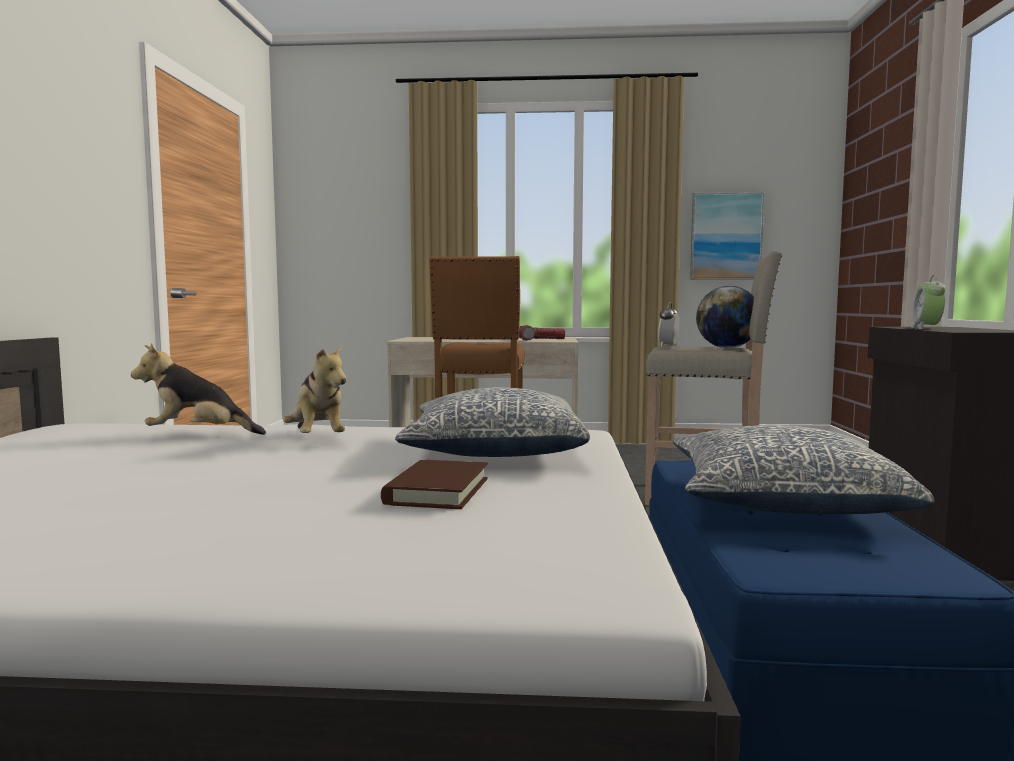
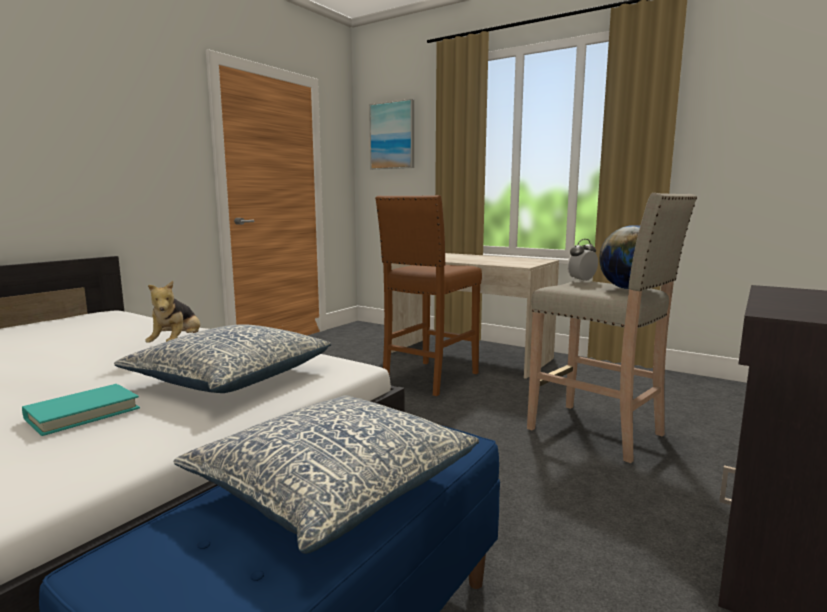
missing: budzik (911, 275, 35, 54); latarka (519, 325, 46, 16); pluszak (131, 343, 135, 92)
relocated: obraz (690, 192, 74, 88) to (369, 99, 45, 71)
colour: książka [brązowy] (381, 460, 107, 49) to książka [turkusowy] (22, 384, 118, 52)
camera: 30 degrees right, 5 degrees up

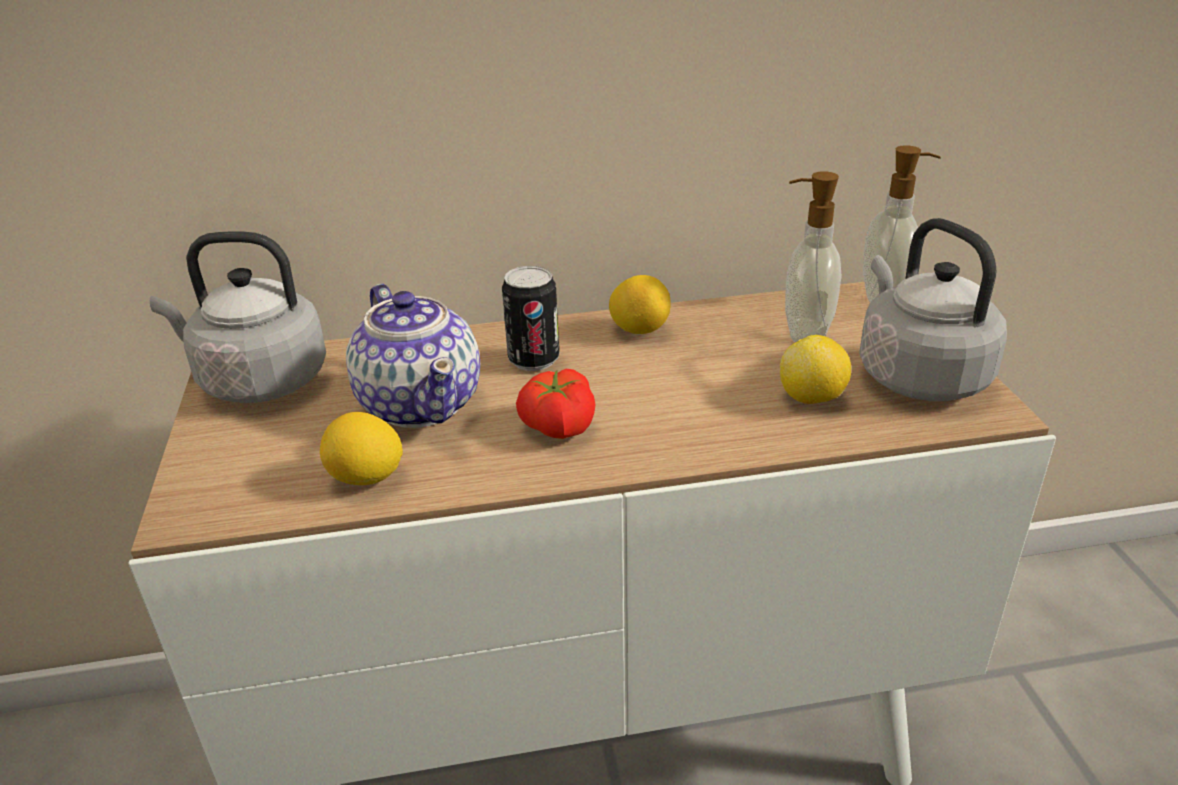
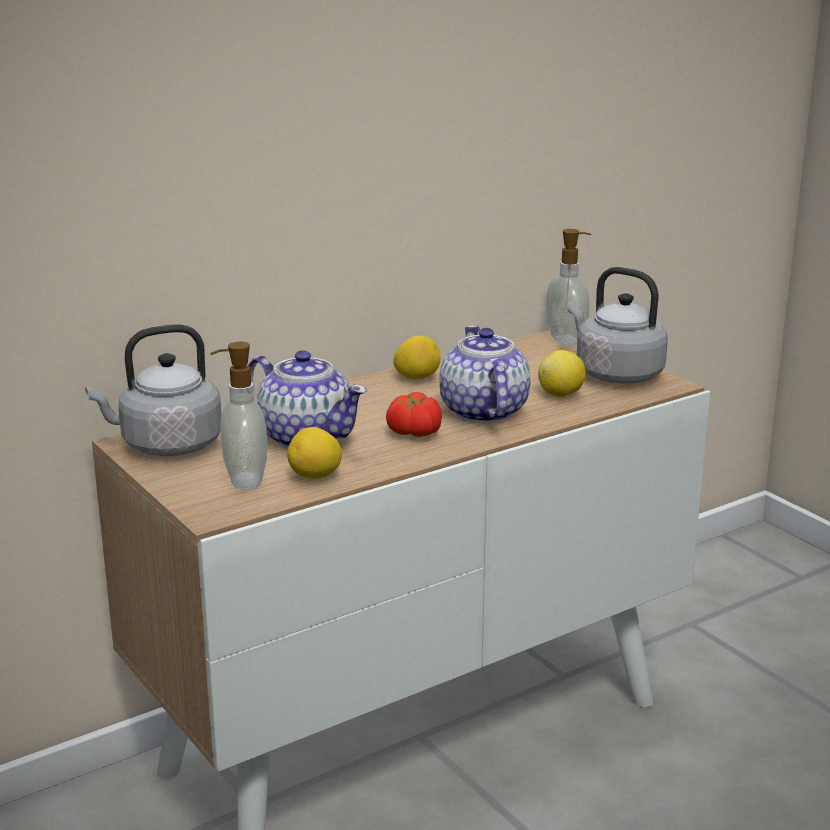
missing: puszka (502, 266, 57, 105)
appeared: imbryk (440, 325, 91, 98)
relocated: dozownik mydła (785, 171, 57, 172) to (210, 342, 57, 148)
camera: 25 degrees left, 10 degrees down

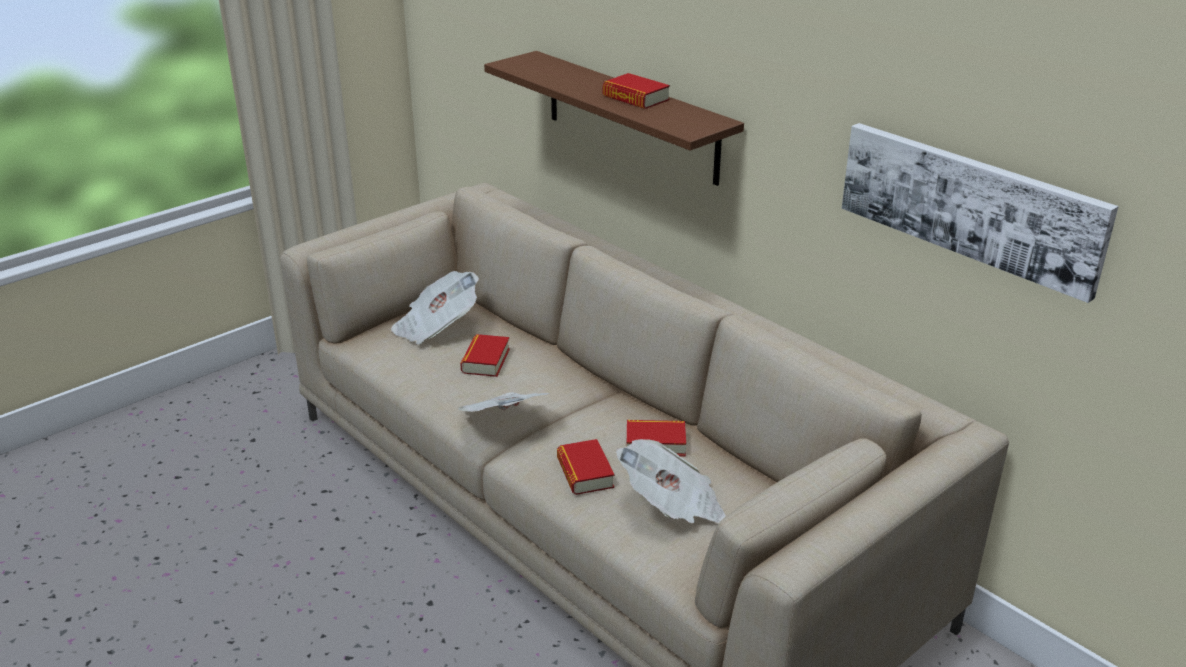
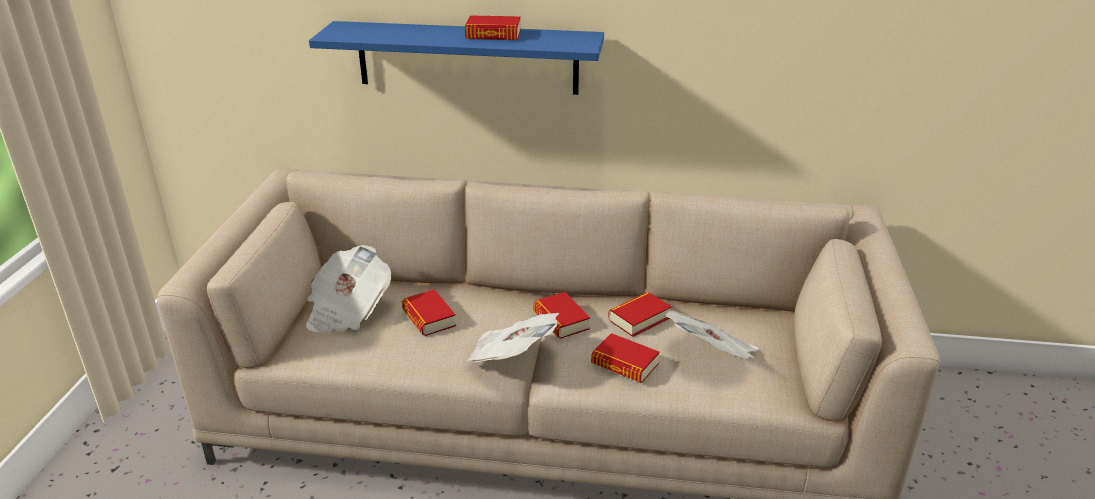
missing: obraz (842, 123, 277, 180)
appeared: książka (533, 292, 57, 47)
colour: półka [brązowy] (484, 51, 260, 135) to półka [niebieski] (309, 21, 295, 74)
camera: 40 degrees left, 0 degrees up

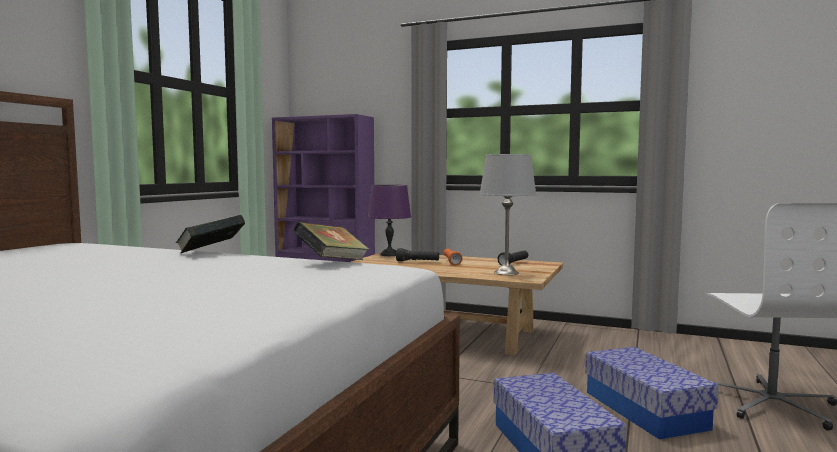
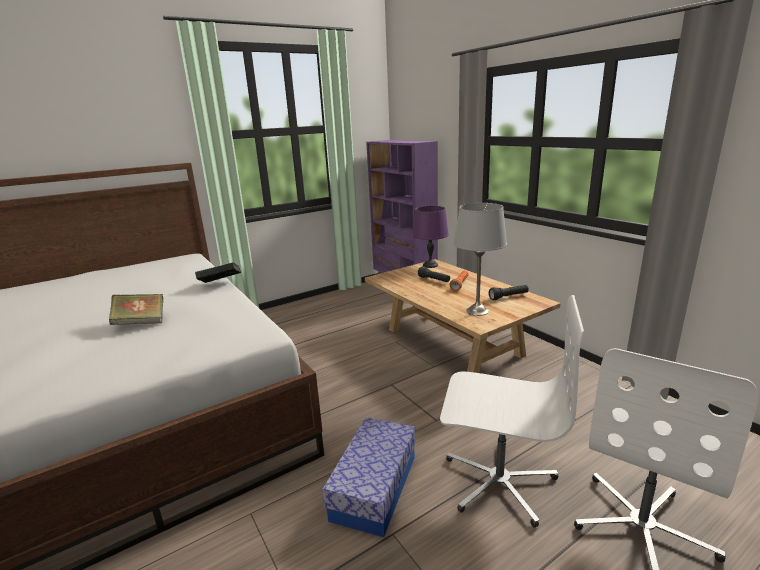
relocated: książka (293, 222, 76, 38) to (109, 294, 54, 31)
exchanged: pojemnik do przechowywania (585, 347, 134, 93) to krzesło biurowe [biały] (440, 295, 144, 233)
camera: 35 degrees right, 15 degrees up

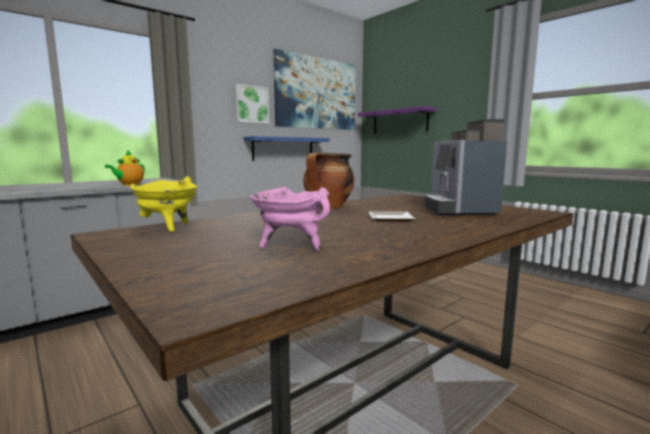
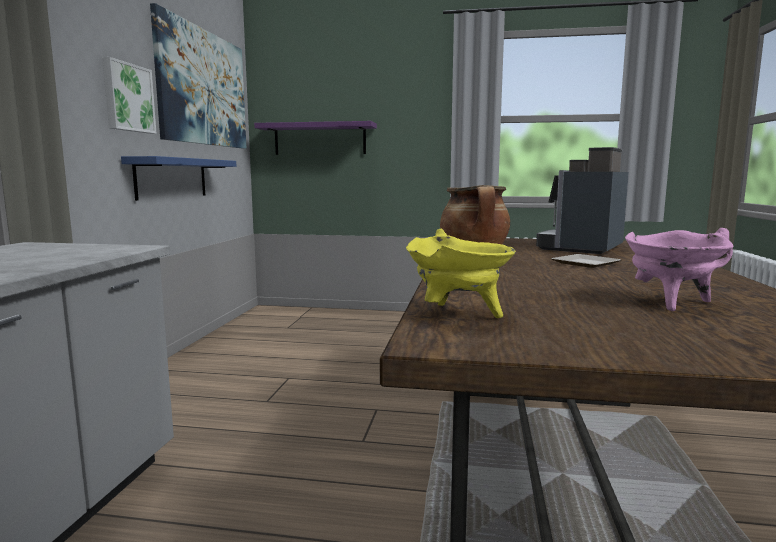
missing: imbryk (105, 150, 40, 36)
spun: ekspres do kawy (424, 119, 83, 96) = (536, 147, 93, 107) 75 degrees clockwise
camera: 40 degrees left, 0 degrees up

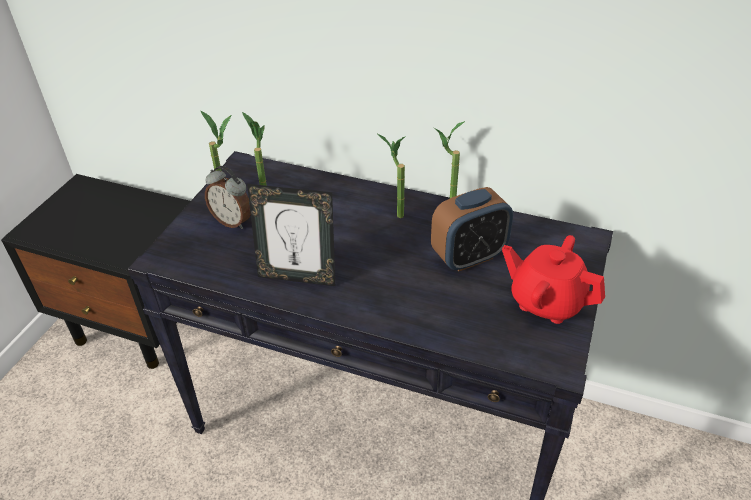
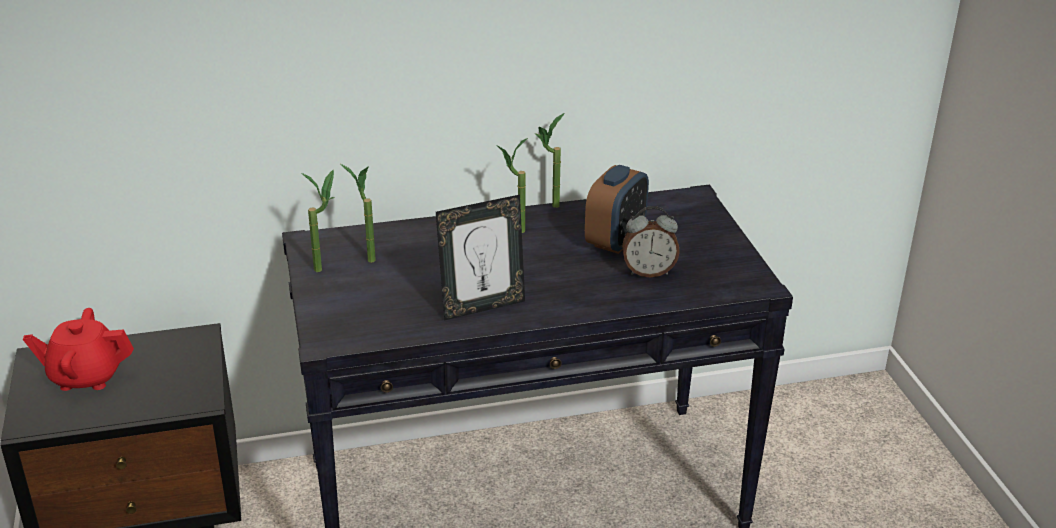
relocated: budzik (205, 166, 46, 63) to (622, 206, 58, 72); imbryk [czerwony] (502, 235, 103, 89) to (23, 308, 111, 83)
camera: 35 degrees left, 10 degrees down

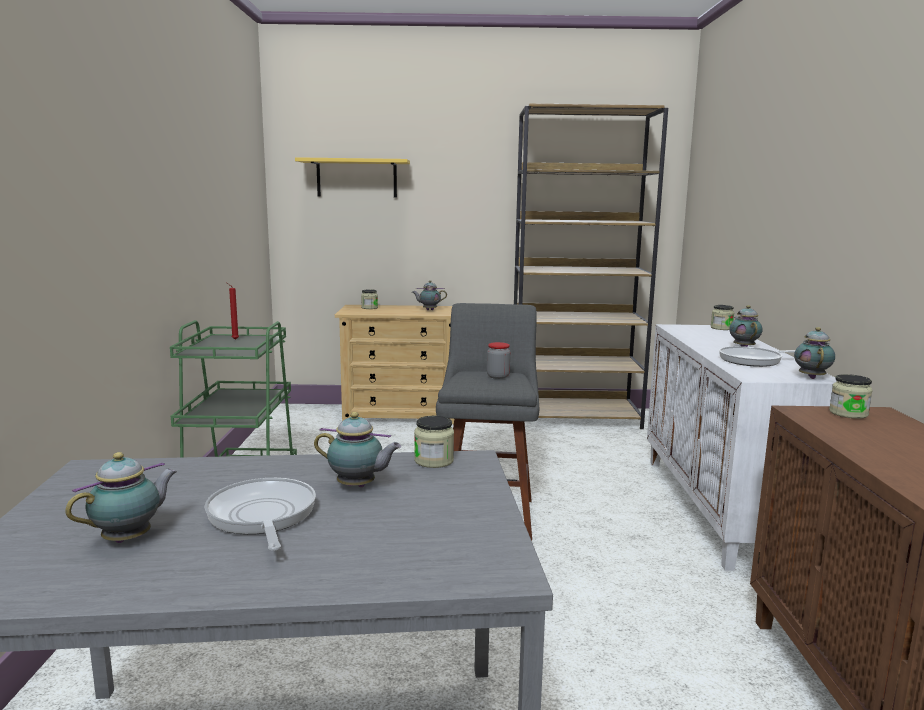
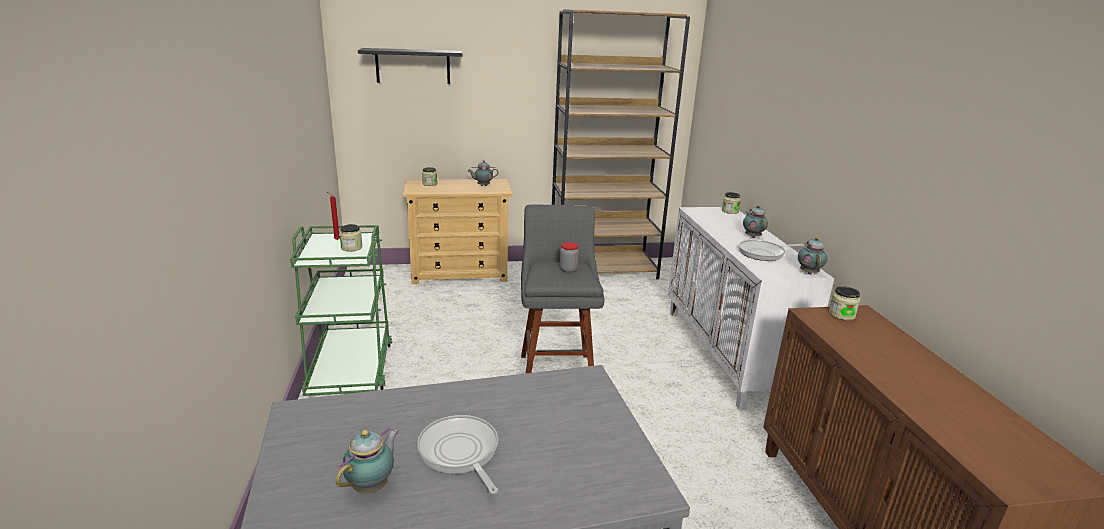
missing: imbryk (314, 412, 87, 75)
relocated: słoik (414, 416, 40, 52) to (339, 224, 23, 27)
colour: półka [żółty] (295, 157, 115, 41) to półka [czarny] (358, 48, 104, 36)
camera: 10 degrees left, 10 degrees up

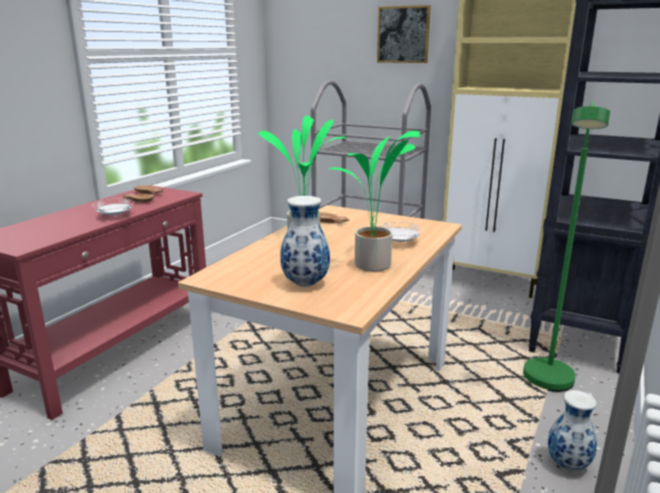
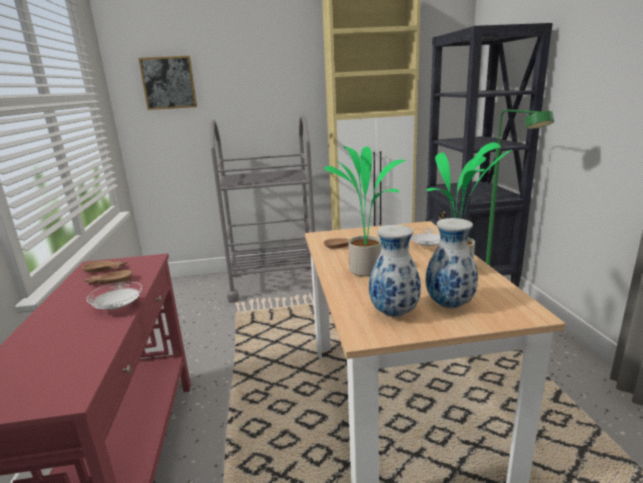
relocated: obraz (377, 5, 54, 58) to (138, 56, 59, 54); wazon (548, 390, 49, 80) to (369, 225, 52, 92)
camera: 35 degrees left, 0 degrees up

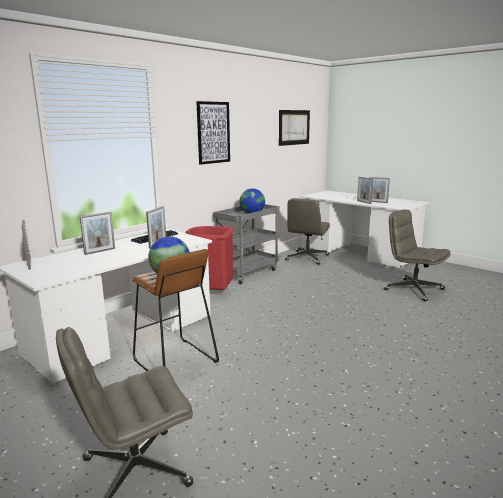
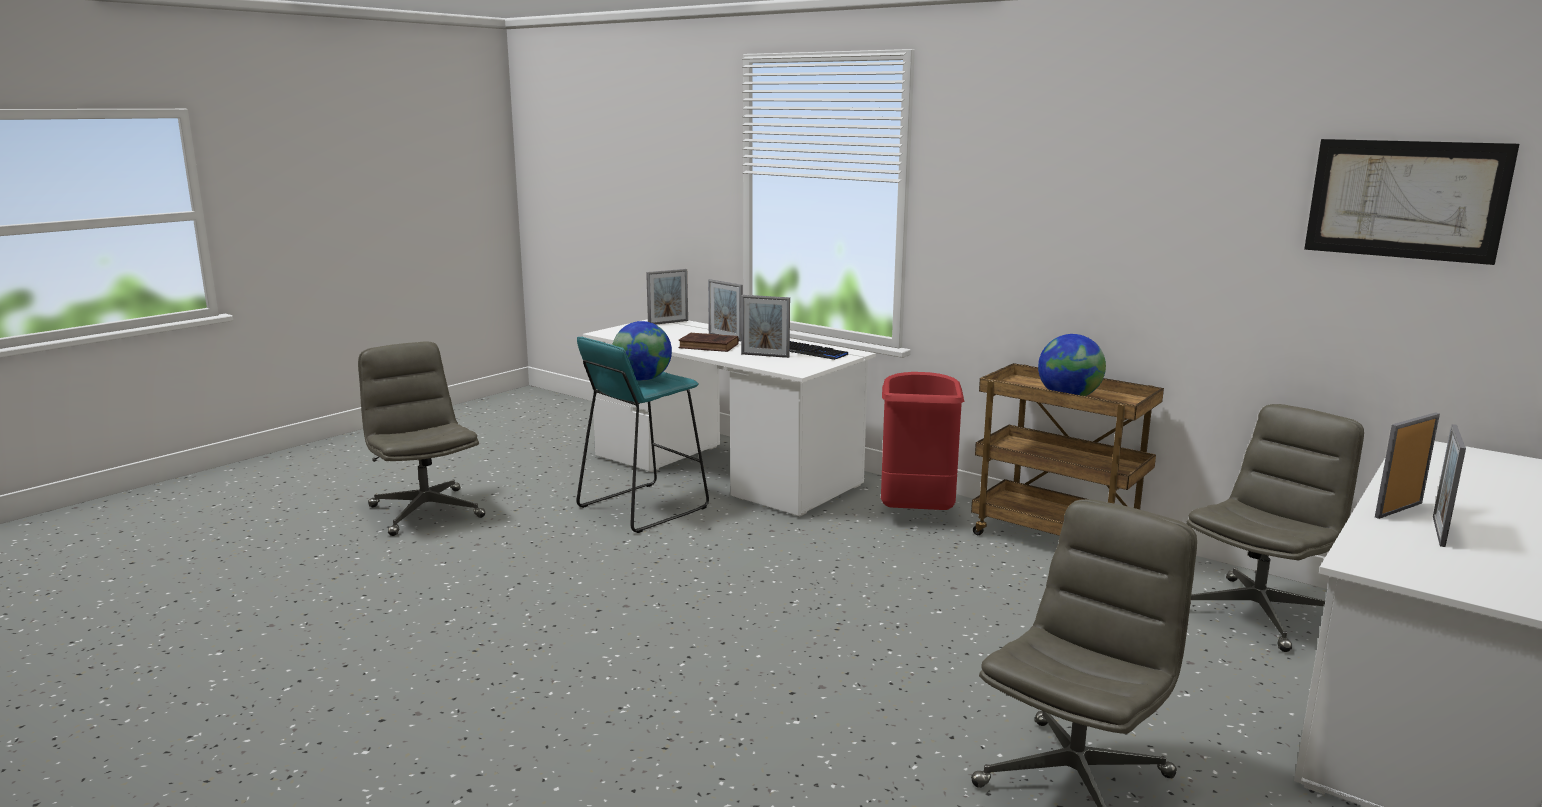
missing: obraz (196, 101, 34, 64)
appeared: książka [brązowy] (679, 333, 60, 19)
colour: wózek [szary] (213, 204, 67, 80) to wózek [brązowy] (971, 363, 193, 173); stołek [brązowy] (132, 249, 87, 122) to stołek [turkusowy] (577, 337, 132, 196)
spun: krzesło biurowe [szary] (285, 198, 45, 67) = (1186, 404, 178, 248) 120 degrees clockwise
camera: 85 degrees right, 0 degrees up

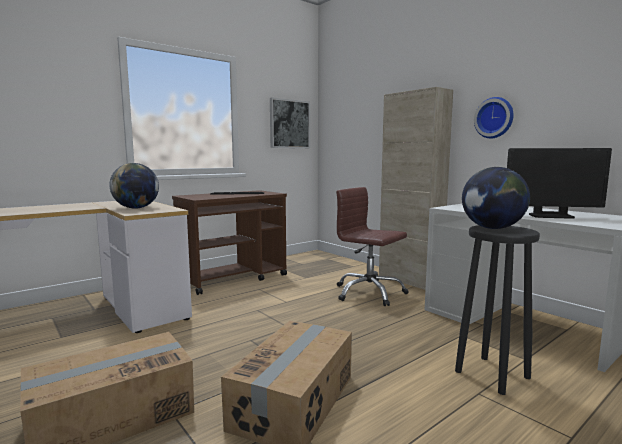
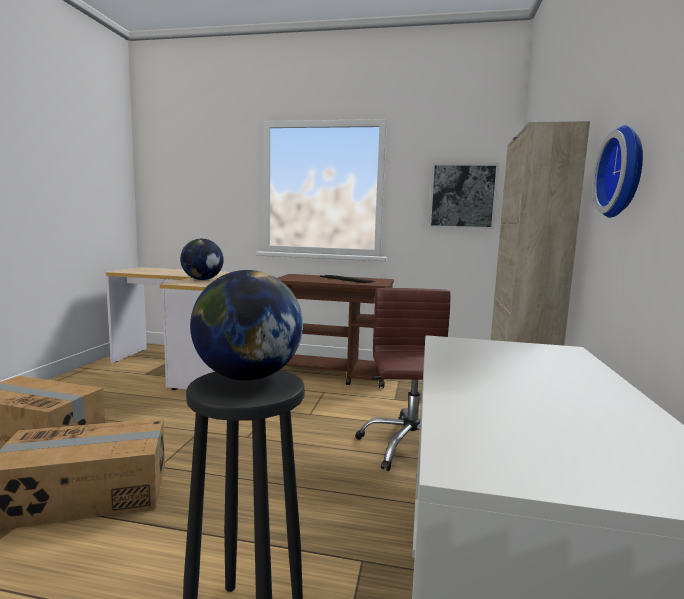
missing: monitor (507, 148, 105, 71)
camera: 50 degrees right, 0 degrees up

